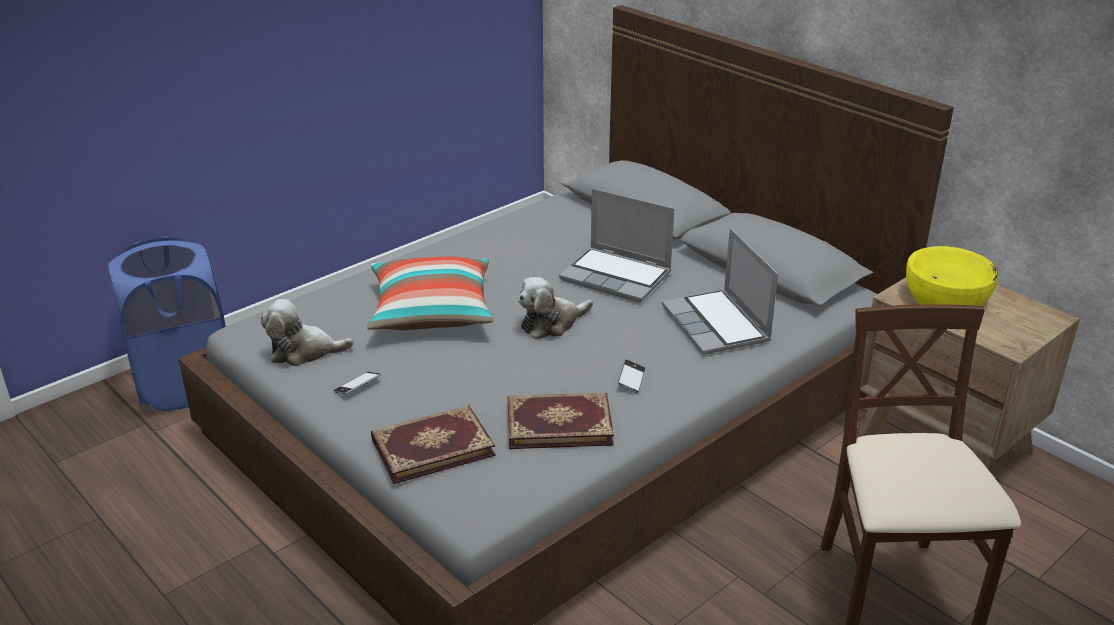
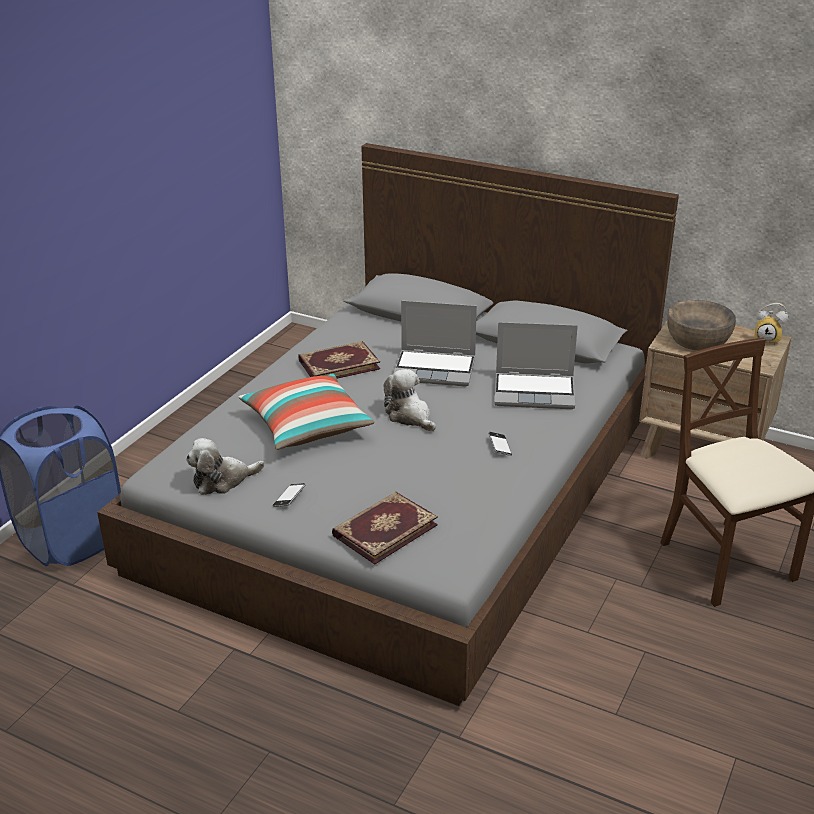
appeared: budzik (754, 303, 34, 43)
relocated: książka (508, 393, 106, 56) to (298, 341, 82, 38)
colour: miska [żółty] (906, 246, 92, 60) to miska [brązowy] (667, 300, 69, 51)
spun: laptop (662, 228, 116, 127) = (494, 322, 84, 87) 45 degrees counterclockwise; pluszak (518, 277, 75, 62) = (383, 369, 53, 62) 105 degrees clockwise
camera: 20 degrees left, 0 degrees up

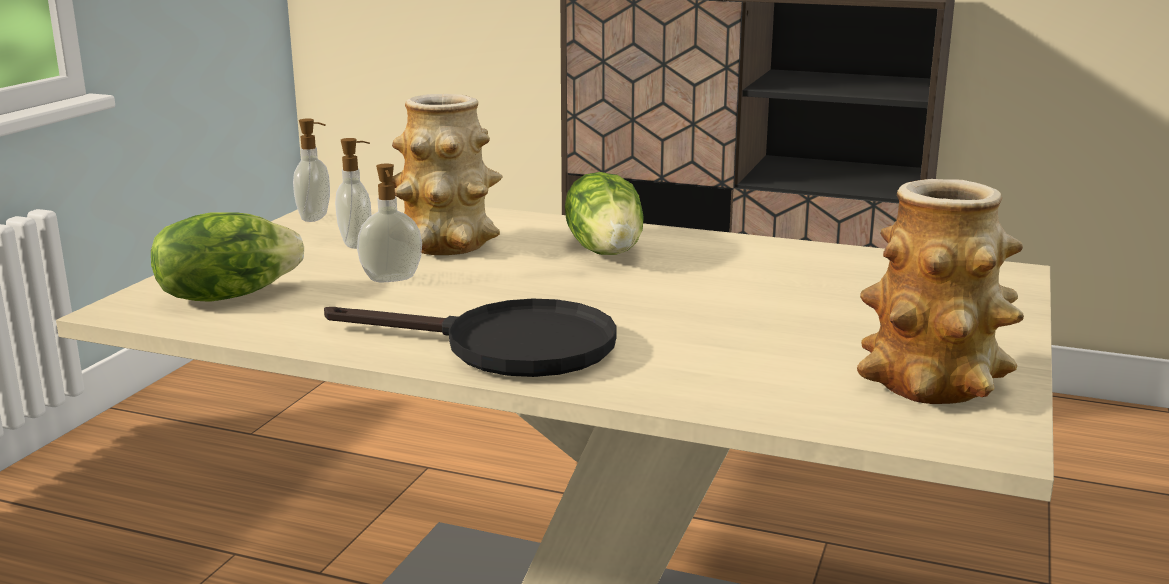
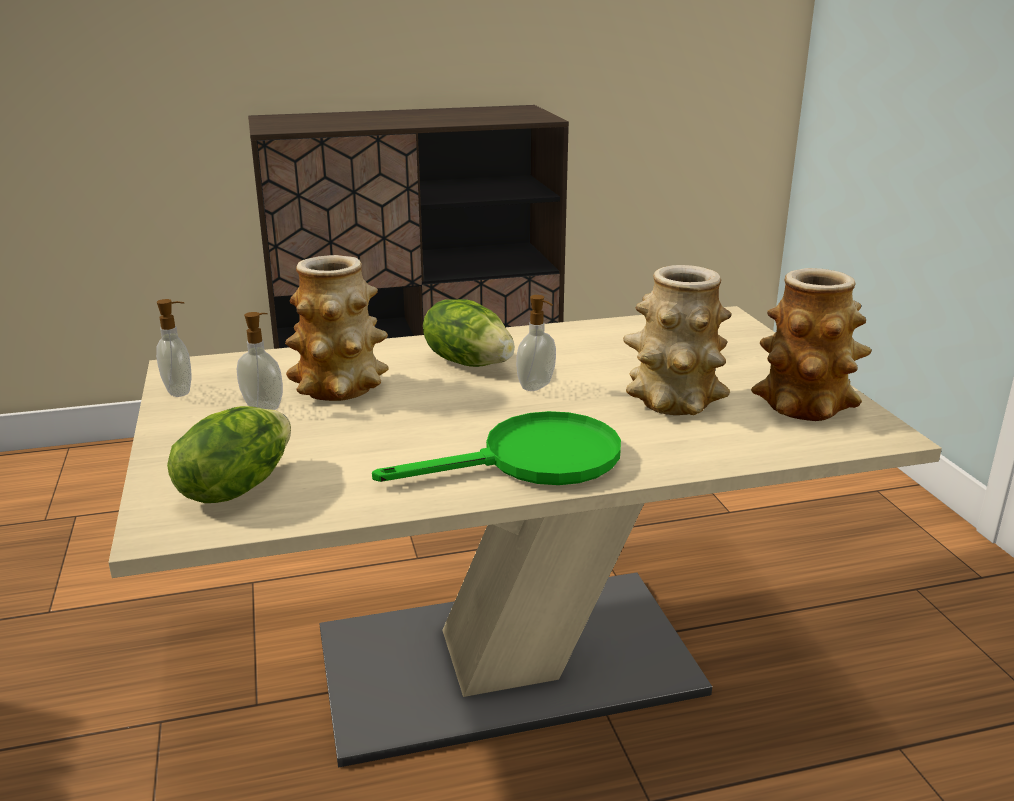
appeared: wazon (623, 265, 108, 150)
relocated: dozownik mydła (357, 164, 65, 118) to (516, 295, 40, 96)
colour: patelnia [czarny] (324, 298, 293, 79) to patelnia [zielony] (372, 411, 249, 74)
camera: 35 degrees left, 5 degrees up

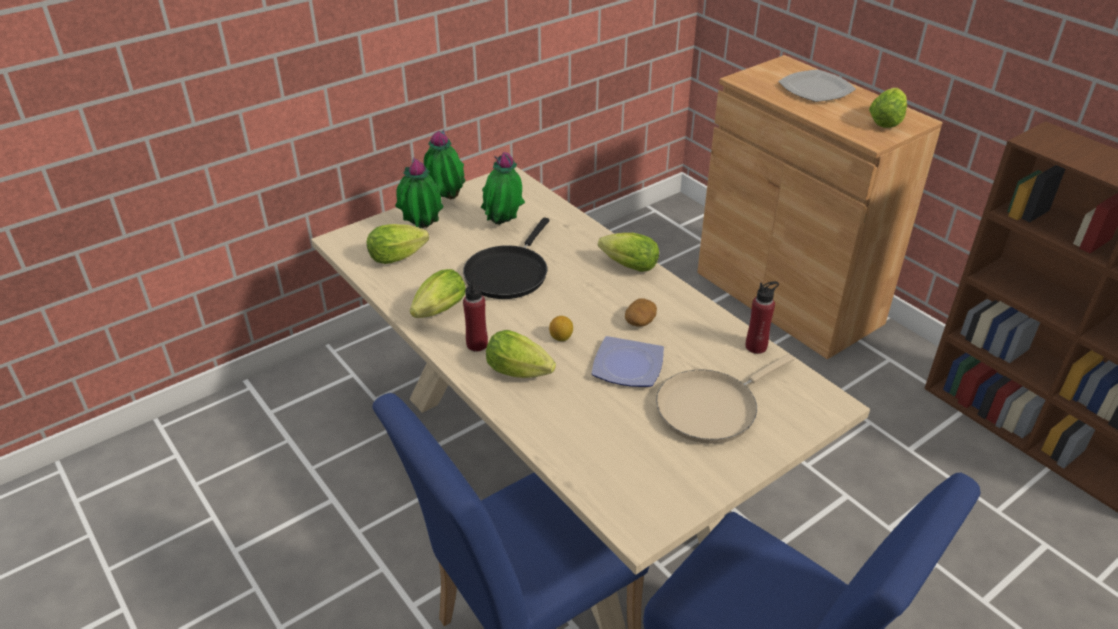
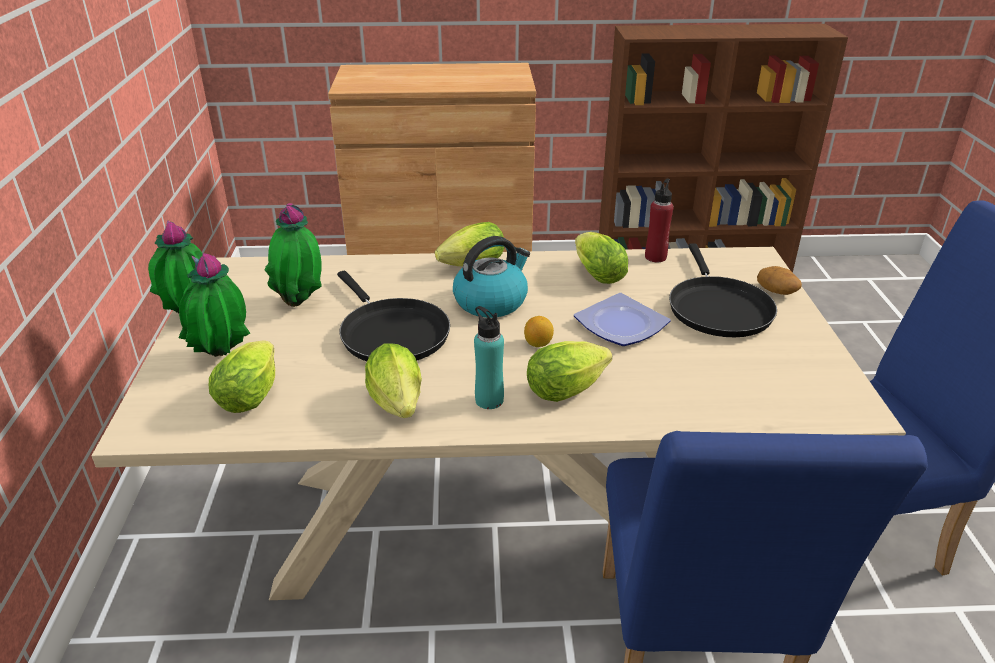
missing: talerz (778, 69, 78, 33)
appeared: czajnik (453, 236, 77, 82)
relocated: sałata (869, 88, 38, 40) to (575, 232, 53, 52); ziemniak (625, 299, 32, 28) to (757, 266, 45, 29)
colour: butelka [czerwony] (463, 275, 25, 76) to butelka [turkusowy] (474, 306, 30, 103); patelnia [beżowy] (656, 354, 138, 90) to patelnia [czarny] (669, 243, 108, 94)
camera: 55 degrees left, 5 degrees down

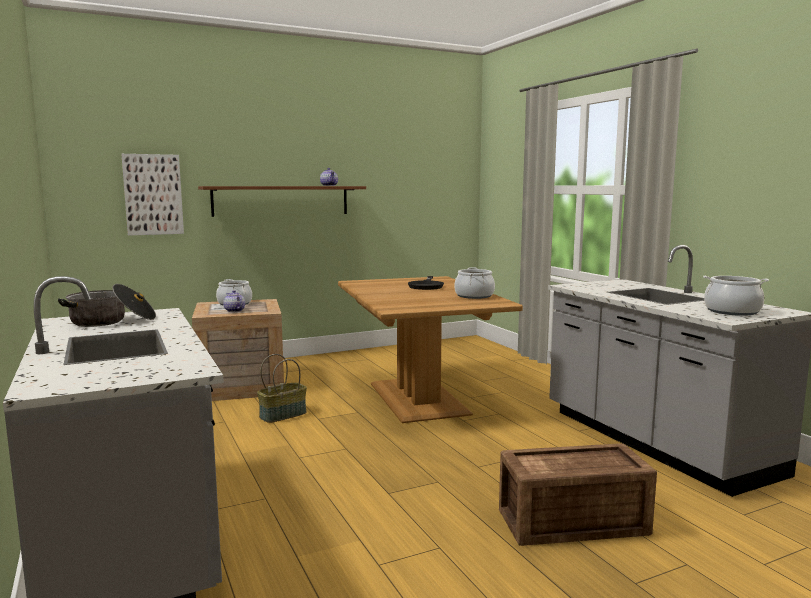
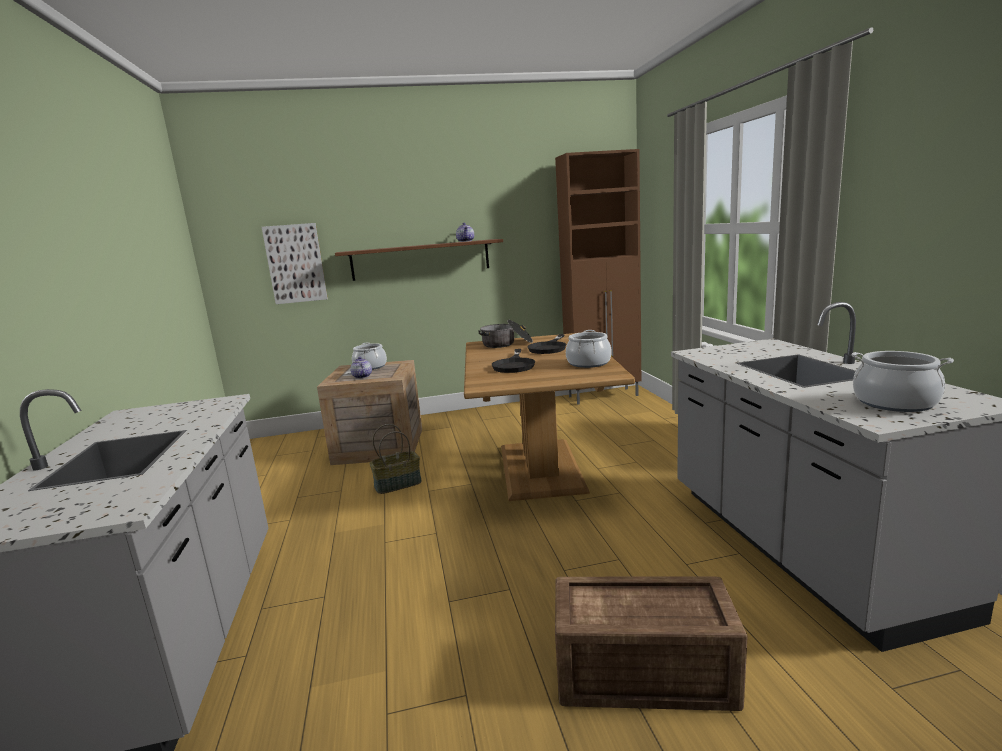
appeared: szafka [brązowy] (555, 149, 86, 255); patelnia [czarny] (492, 349, 43, 24)
relocated: garnek (58, 284, 98, 43) to (478, 320, 55, 28)
camera: 15 degrees right, 5 degrees up

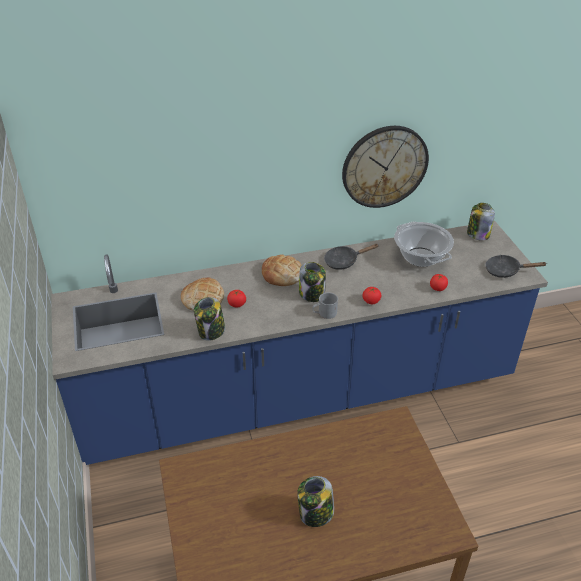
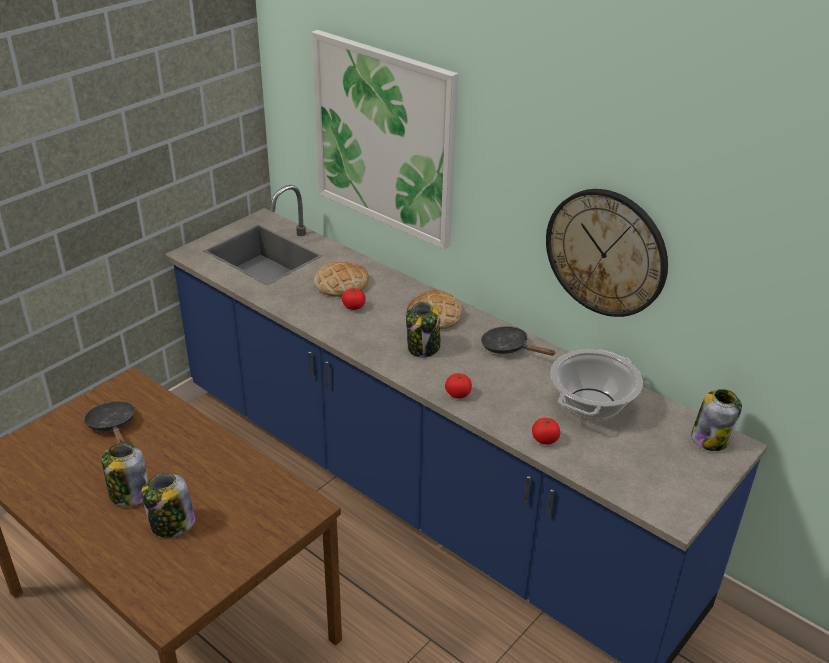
missing: kubek [szary] (312, 292, 26, 27)
appeared: obraz (311, 30, 147, 220)
relocated: patelnia [czarny] (485, 255, 61, 23) to (83, 401, 52, 43); słoik (194, 297, 31, 44) to (141, 473, 54, 65)
camera: 55 degrees right, 5 degrees down

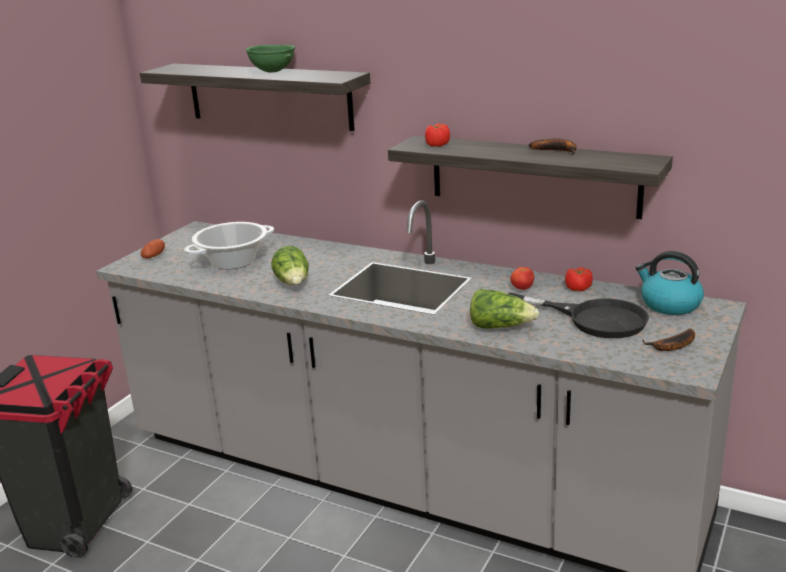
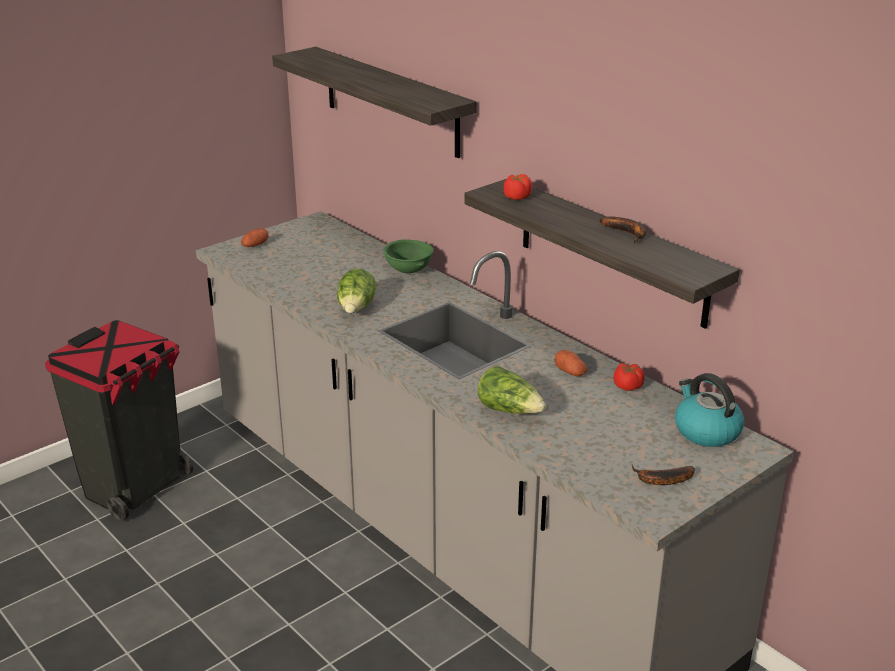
missing: garnek (184, 222, 90, 47); patelnia [czarny] (508, 293, 141, 45)
relocated: miska [zielony] (246, 45, 49, 28) to (383, 239, 51, 34)
exchanged: pomidor (510, 267, 24, 23) to ziemniak (555, 350, 32, 26)
camera: 20 degrees right, 5 degrees up

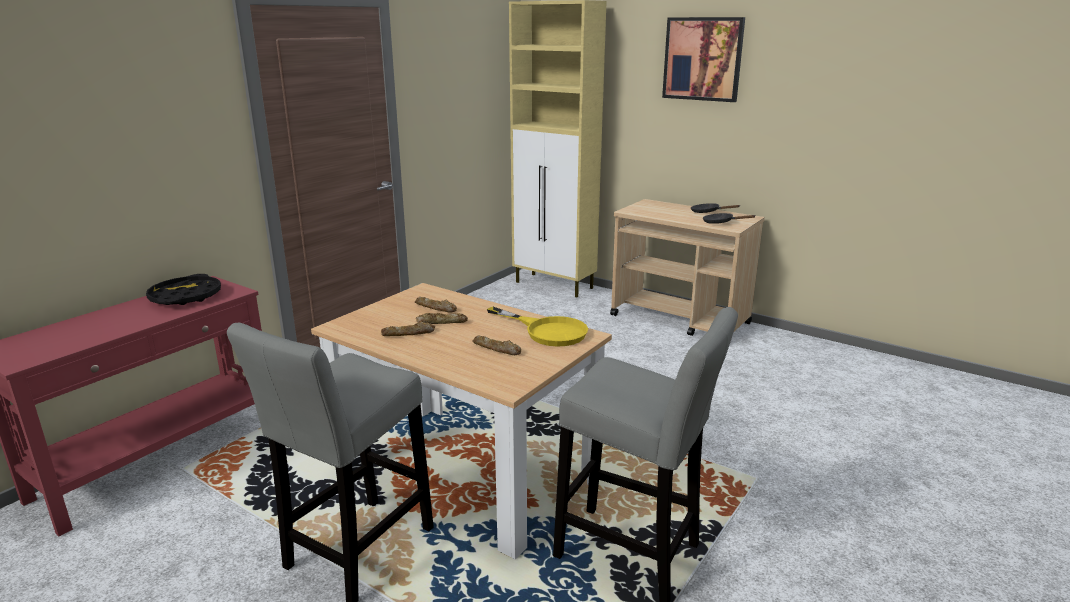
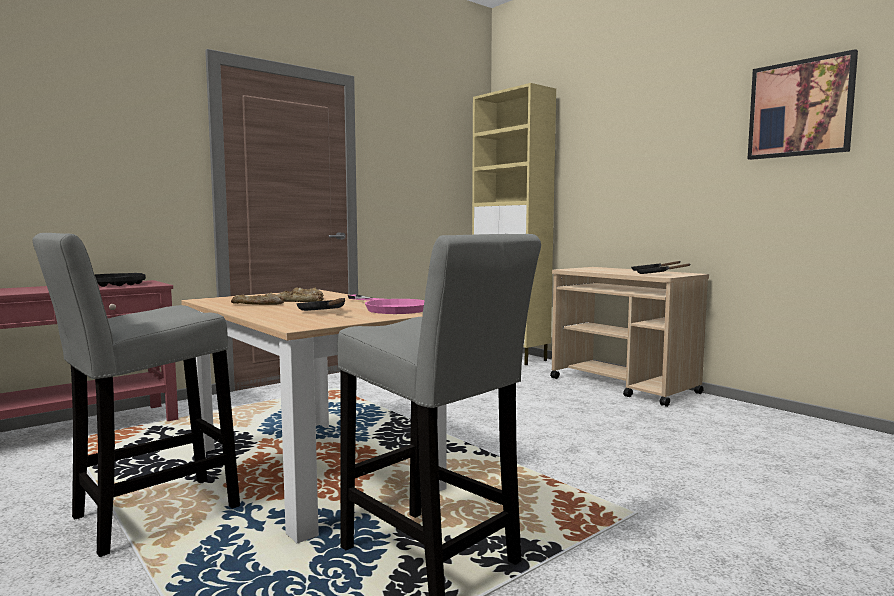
relocated: obraz (662, 17, 83, 85) to (748, 49, 110, 111)
exchanged: chleb (472, 336, 49, 19) to patelnia [czarny] (296, 298, 49, 13)
colour: patelnia [żółty] (487, 307, 101, 40) to patelnia [różowy] (348, 294, 76, 20)
camera: 15 degrees right, 15 degrees down

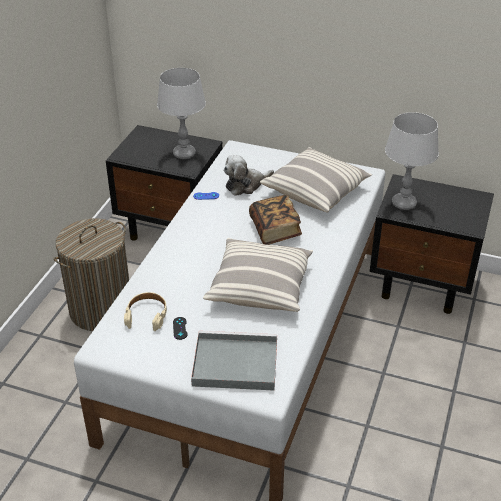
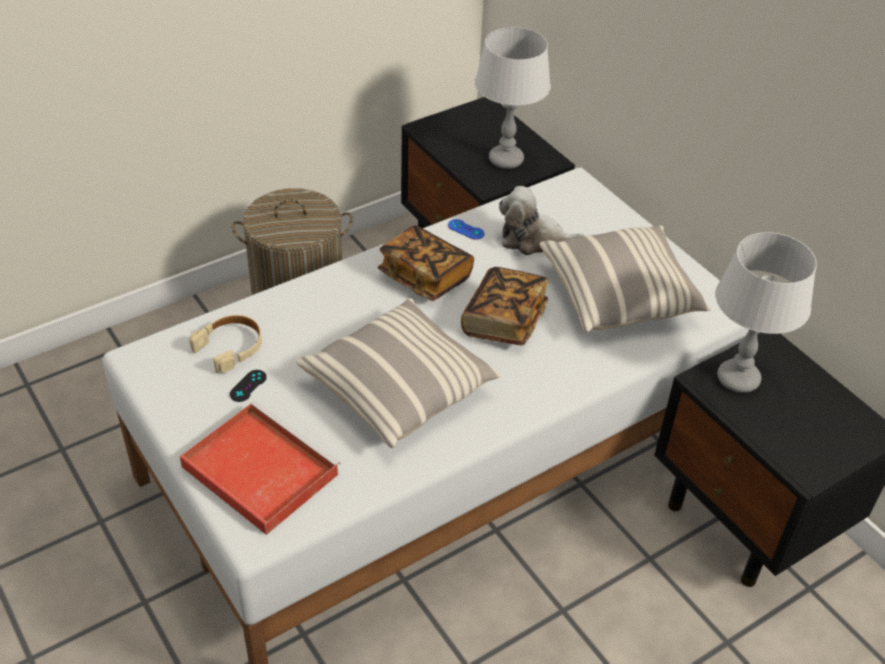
appeared: książka (378, 225, 96, 76)
colour: taca [szary] (191, 331, 86, 60) to taca [czerwony] (180, 401, 161, 134)
camera: 35 degrees right, 5 degrees up

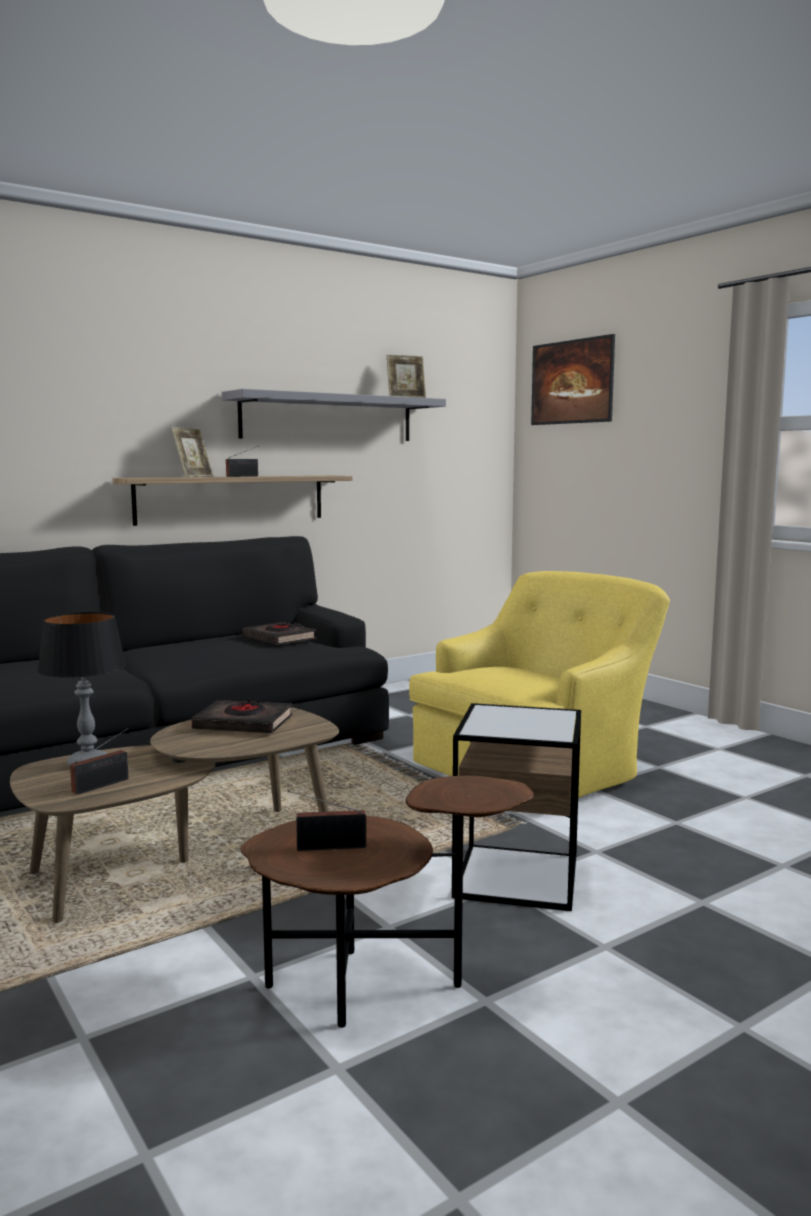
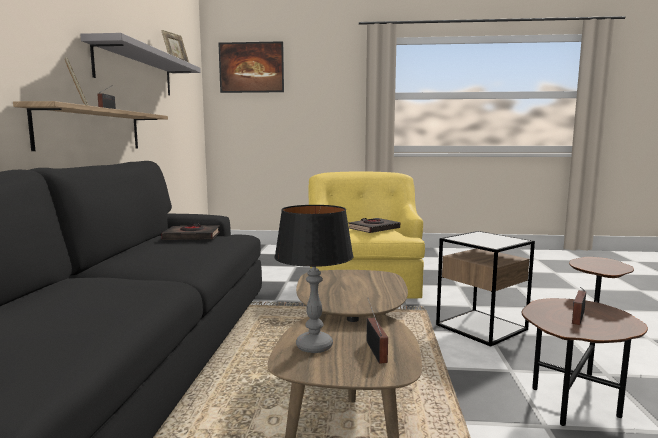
relocated: książka [czarny] (191, 698, 101, 35) to (348, 218, 52, 15)
camera: 50 degrees left, 0 degrees up

